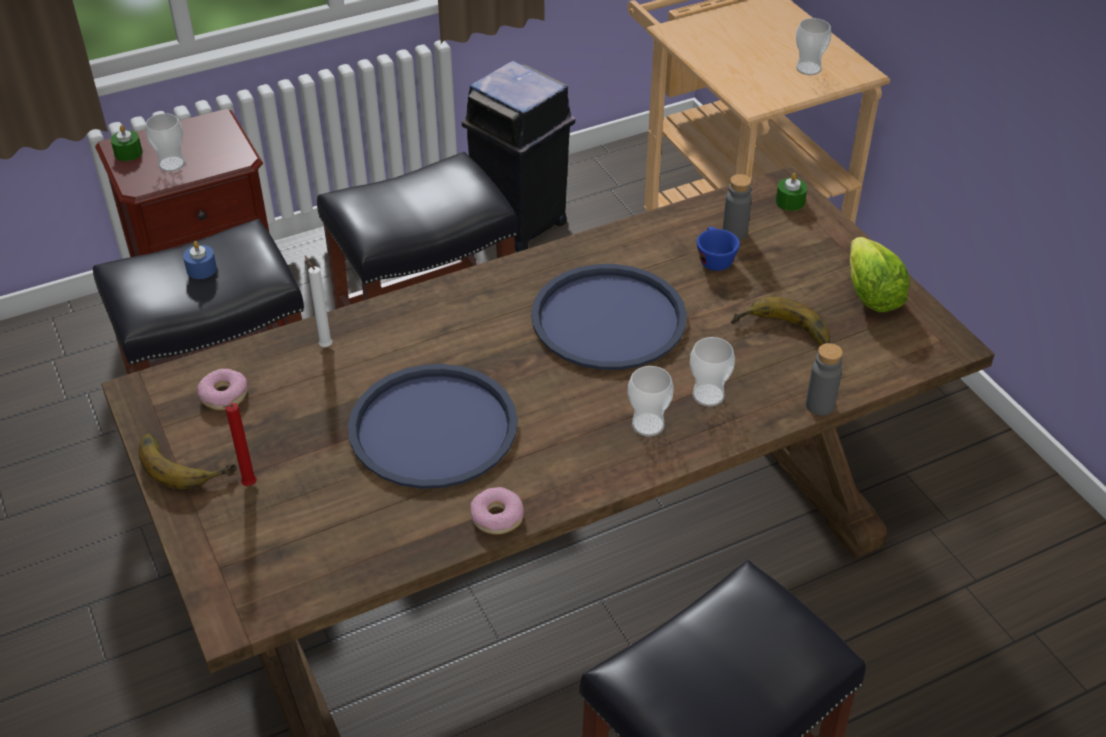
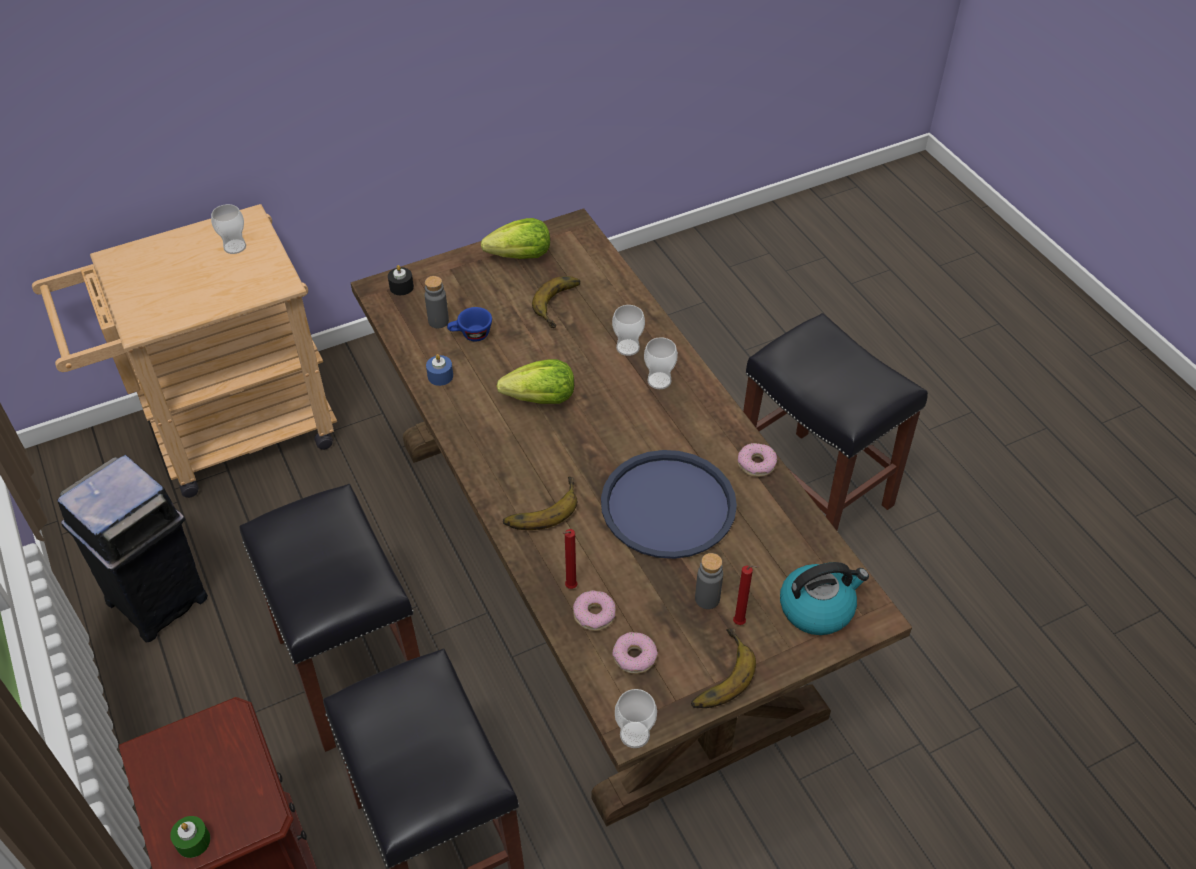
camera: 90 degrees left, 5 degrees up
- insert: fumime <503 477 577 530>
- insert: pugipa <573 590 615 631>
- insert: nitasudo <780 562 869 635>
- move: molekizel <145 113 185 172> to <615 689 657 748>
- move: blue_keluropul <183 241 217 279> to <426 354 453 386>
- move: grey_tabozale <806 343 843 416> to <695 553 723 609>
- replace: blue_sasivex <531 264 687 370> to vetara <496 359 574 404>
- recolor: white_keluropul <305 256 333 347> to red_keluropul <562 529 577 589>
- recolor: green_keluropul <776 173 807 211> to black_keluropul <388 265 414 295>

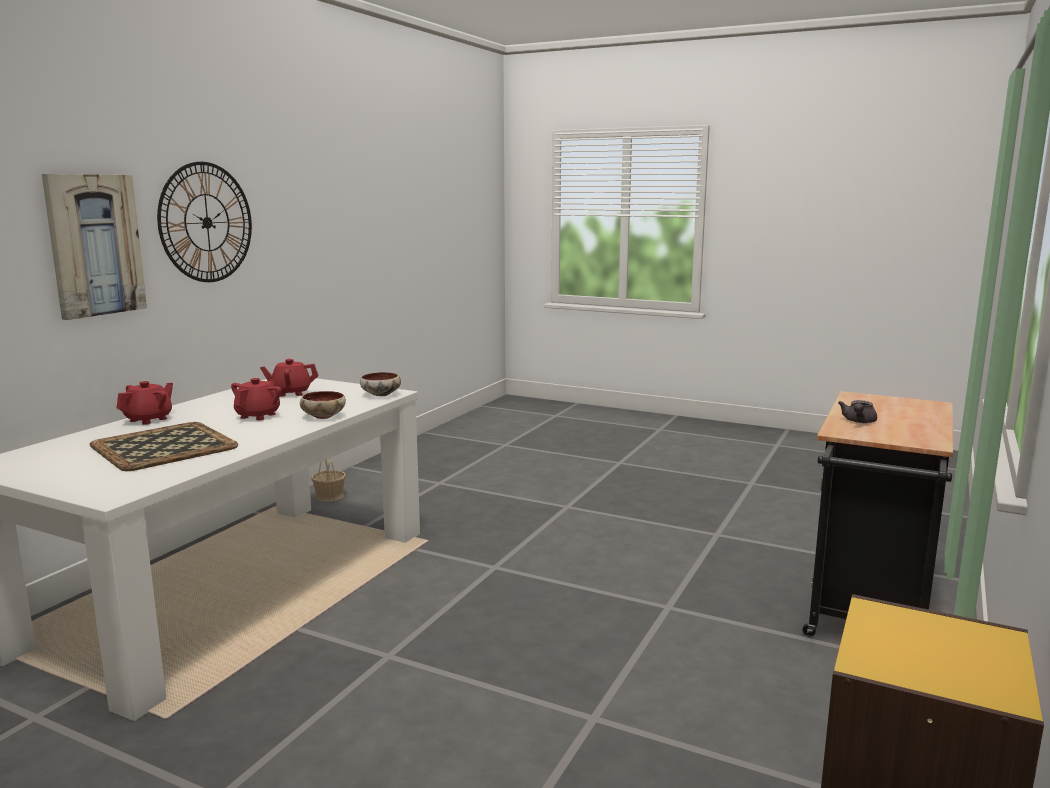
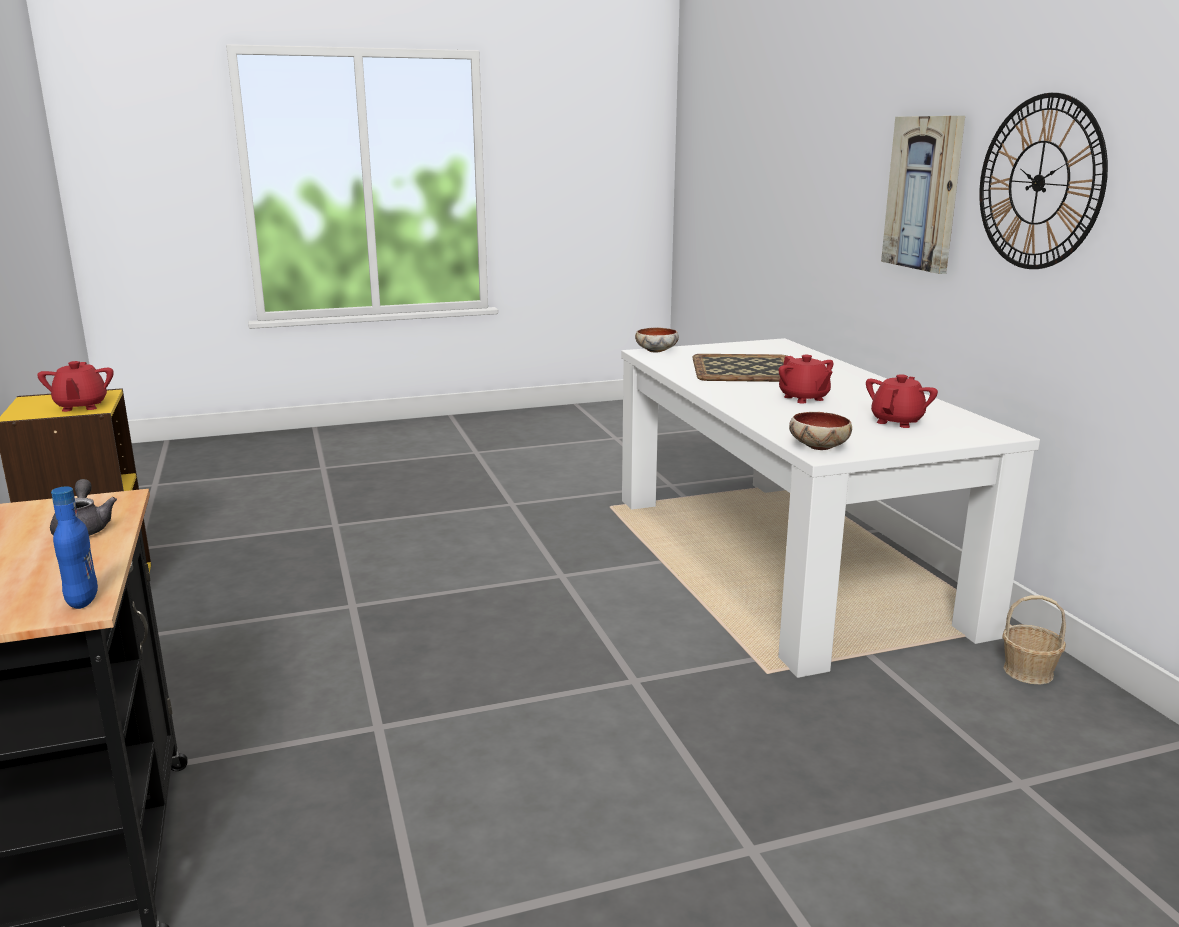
camera: 135 degrees right, 5 degrees up
- insert: blue_tabozale <51 486 98 609>
- move: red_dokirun <117 381 173 425> to <37 361 114 412>
- move: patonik <300 391 346 419> to <635 327 679 353>

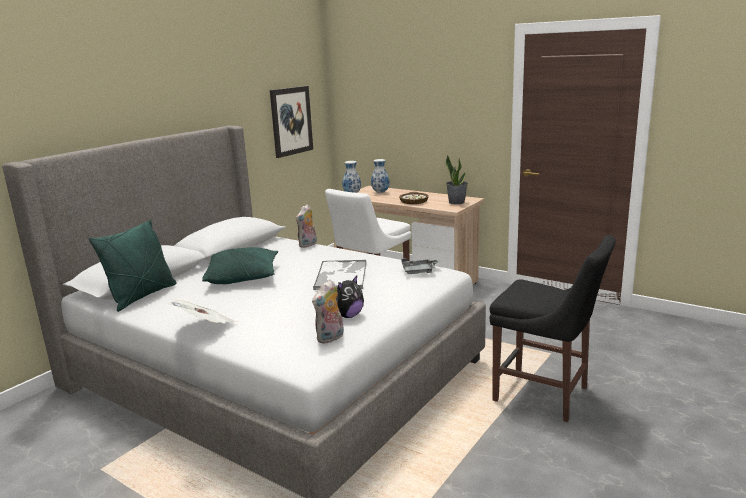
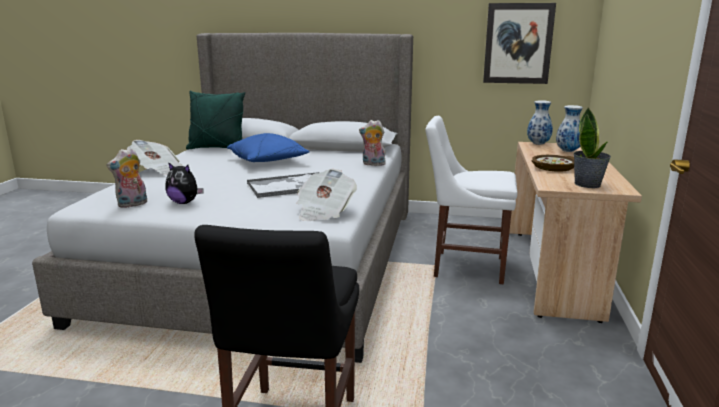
camera: 65 degrees right, 0 degrees up
- replace: grey_sasivex <401 258 440 274> to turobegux <297 169 357 221>
- recolor: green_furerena <202 247 278 284> to blue_furerena <227 133 310 162>
- rotate: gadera <312 280 344 344> = <107 148 147 208> 60 degrees counterclockwise

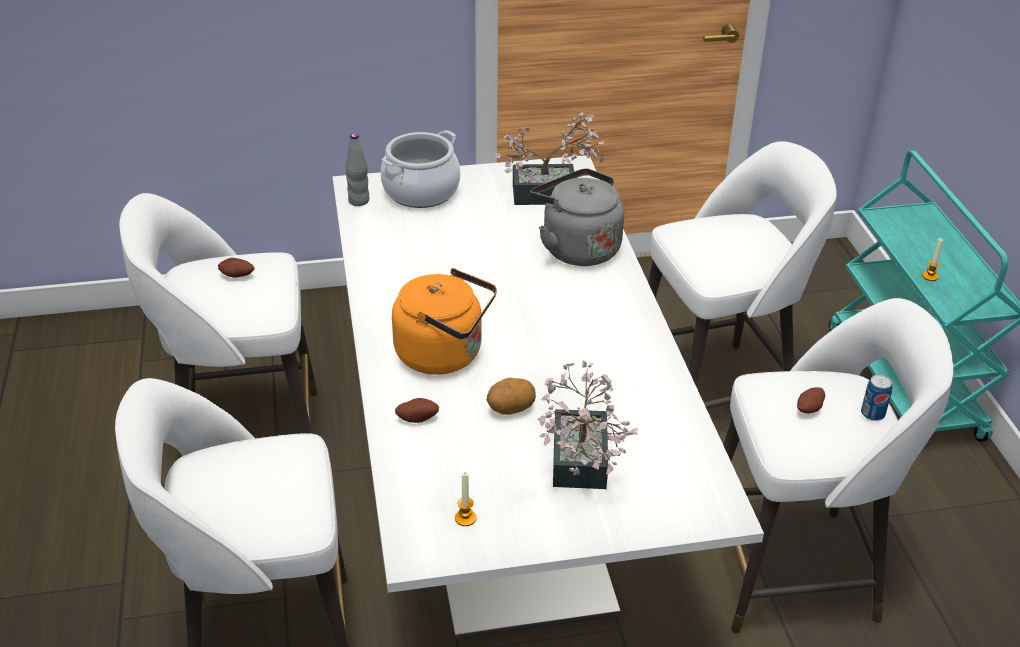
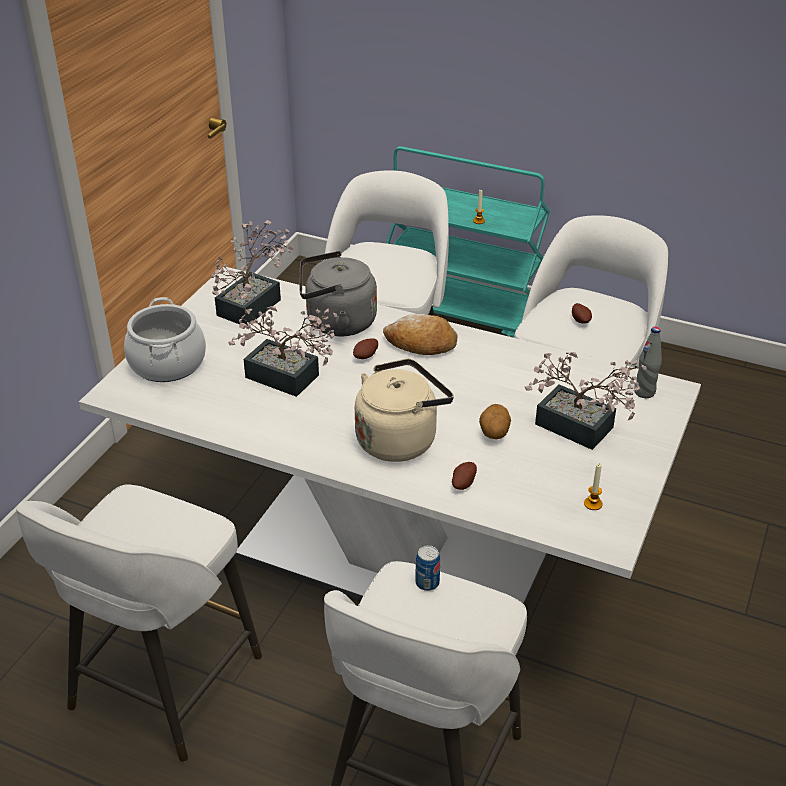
camera: 55 degrees left, 0 degrees up
- insert: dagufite <228 306 338 397>
- insert: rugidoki <383 314 458 355>
- move: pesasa <218 258 254 278> to <353 338 378 359>
- move: grey_tabozale <346 133 369 206> to <634 327 662 398>
- move: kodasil <861 375 893 421> to <415 545 440 591>
- recolor: orange_nitasudo <392 268 497 375> to beige_nitasudo <355 359 454 462>

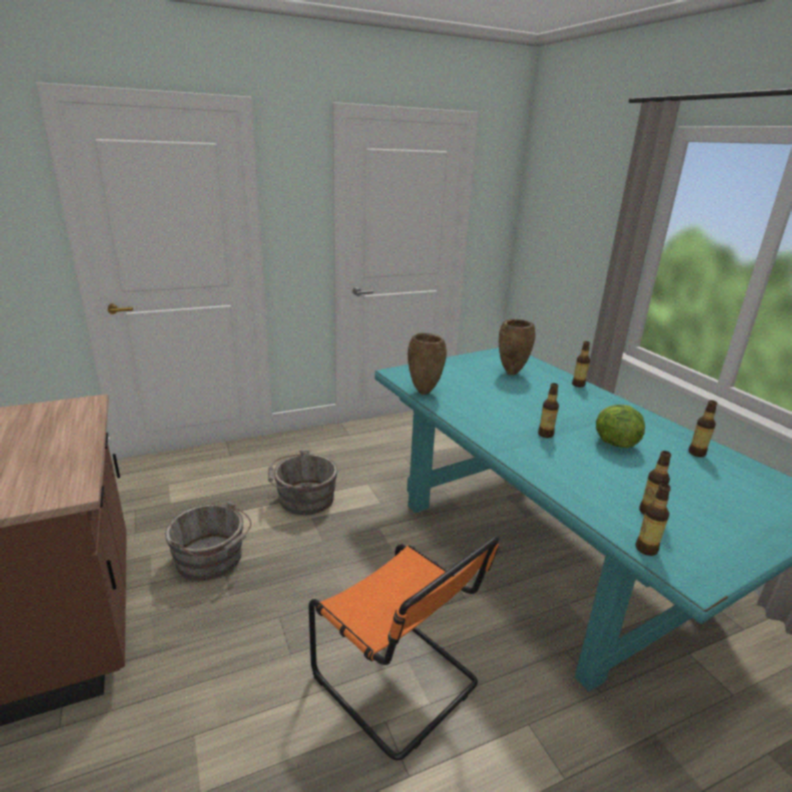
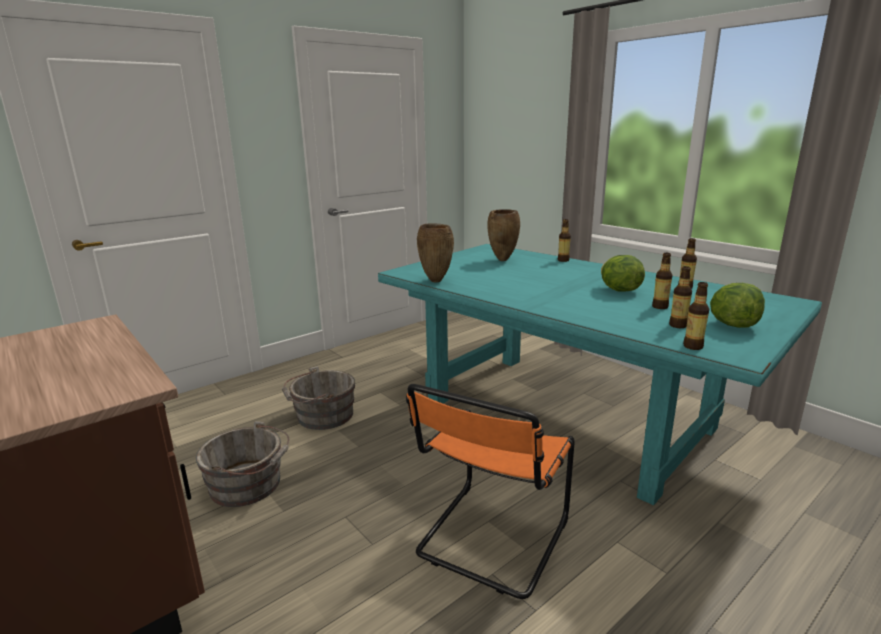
camera: 15 degrees left, 5 degrees down
- insert: vetara <710 283 765 328>
- move: tabozale <538 383 559 438> to <652 253 673 309>
- rotate: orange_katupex <309 535 499 760> = <406 384 574 599> 90 degrees clockwise

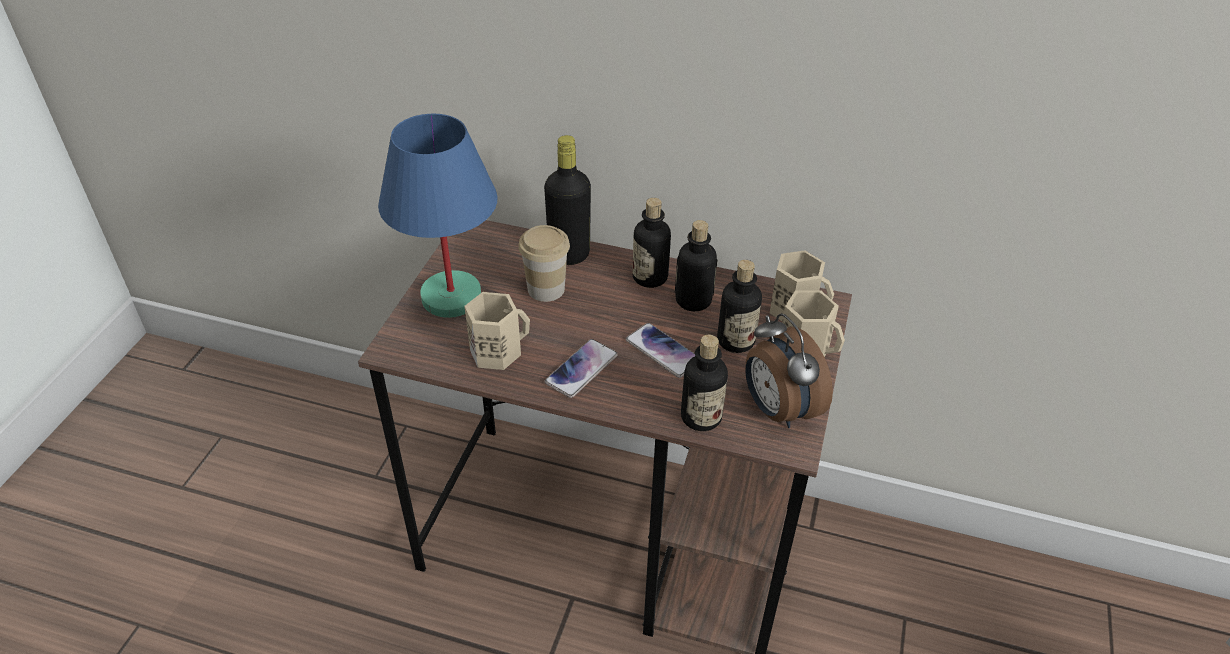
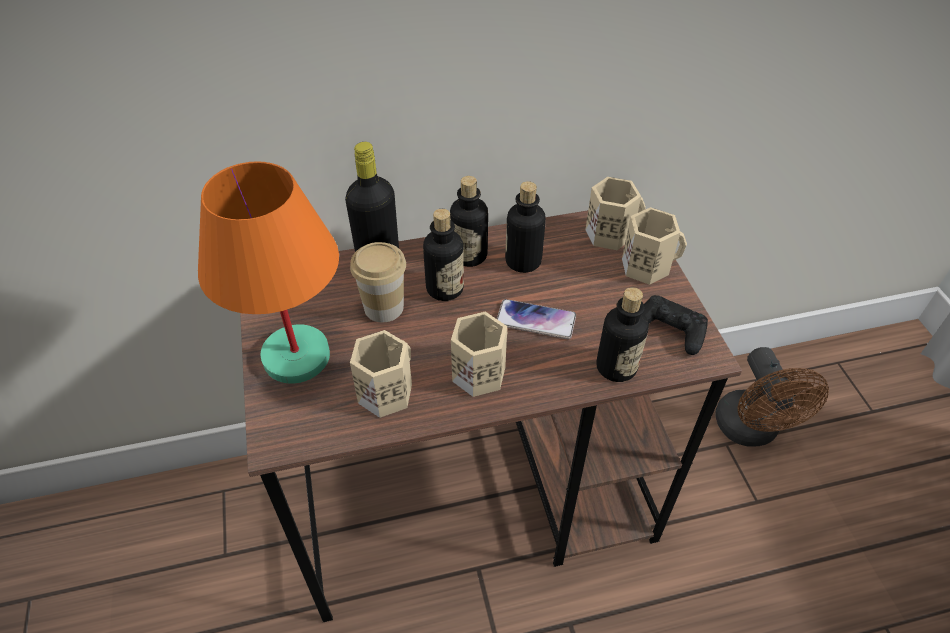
camera: 30 degrees left, 5 degrees up
- insert: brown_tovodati <715 347 829 447>
- move: tabozale <717 260 762 353> to <423 209 464 301>
- replace: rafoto <545 339 618 398> to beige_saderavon <451 312 508 397>
- replace: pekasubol <745 313 833 428> to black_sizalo <643 295 708 355>
- recolor: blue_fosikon <378 114 497 318> to orange_fosikon <198 161 339 384>

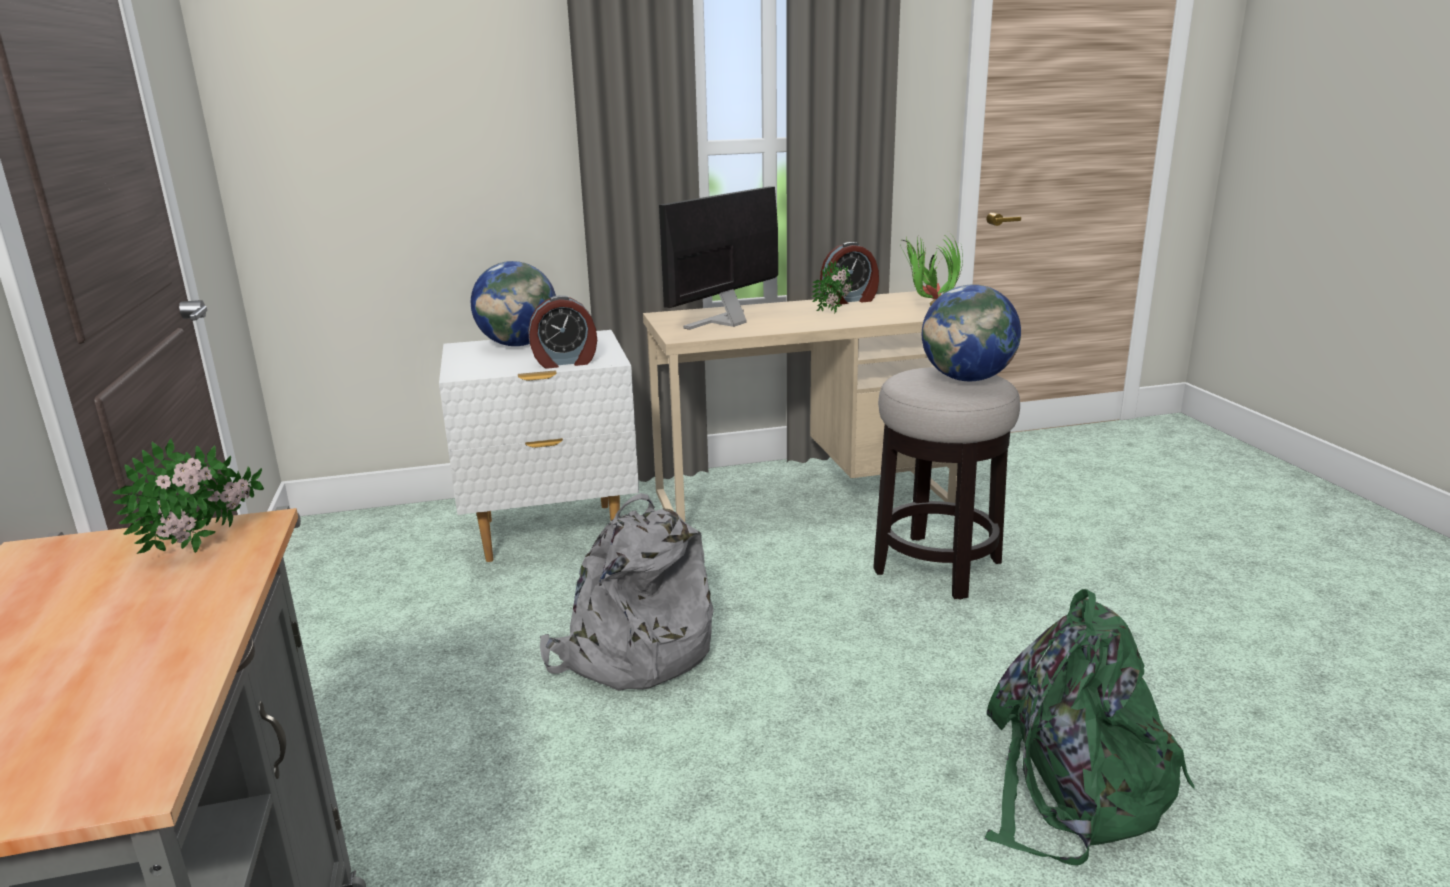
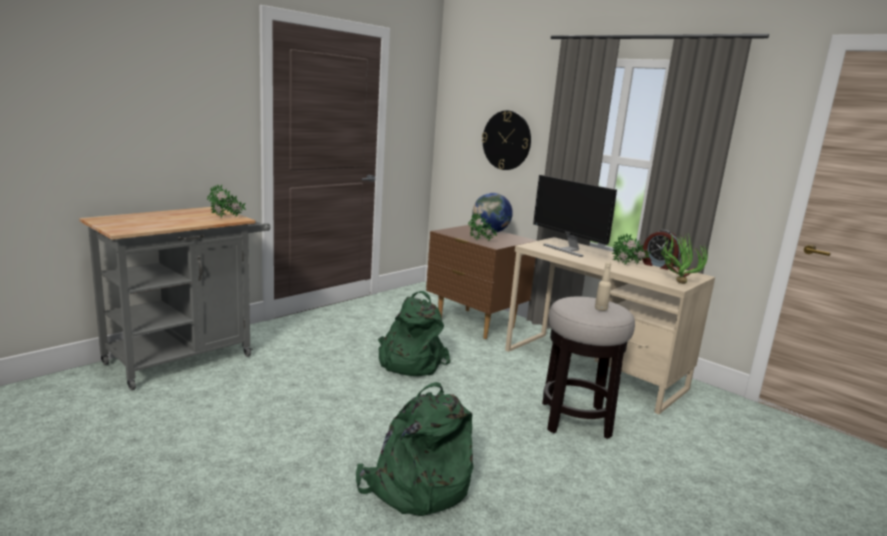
camera: 55 degrees right, 5 degrees down
- insert: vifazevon <482 110 531 170>
- replace: pekasubol <528 295 597 369> to dagufite <468 213 497 241>
- replace: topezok <922 285 1021 381> to beige_tabozale <595 262 611 311>
- recolor: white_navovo <439 330 639 562> to brown_navovo <426 225 537 339>
- recolor: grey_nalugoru <540 493 714 691> to green_nalugoru <378 291 451 376>
- rotate: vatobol <659 186 778 330> = <533 175 617 257> 135 degrees counterclockwise

